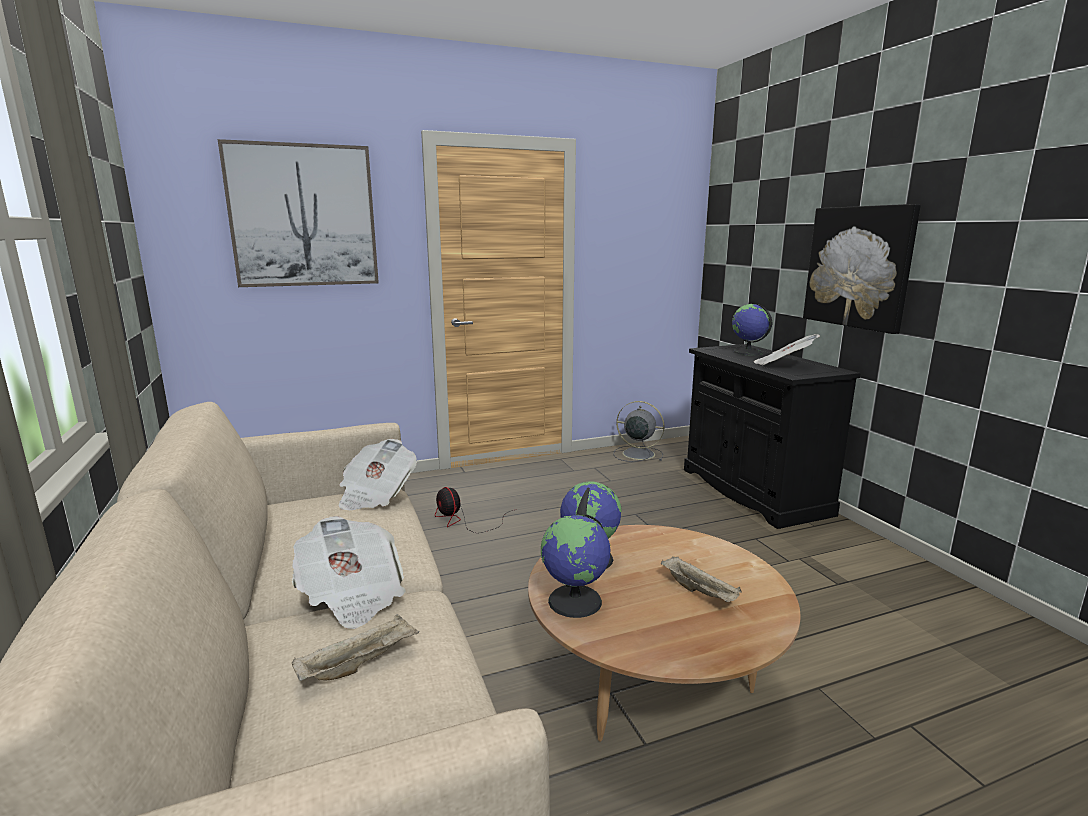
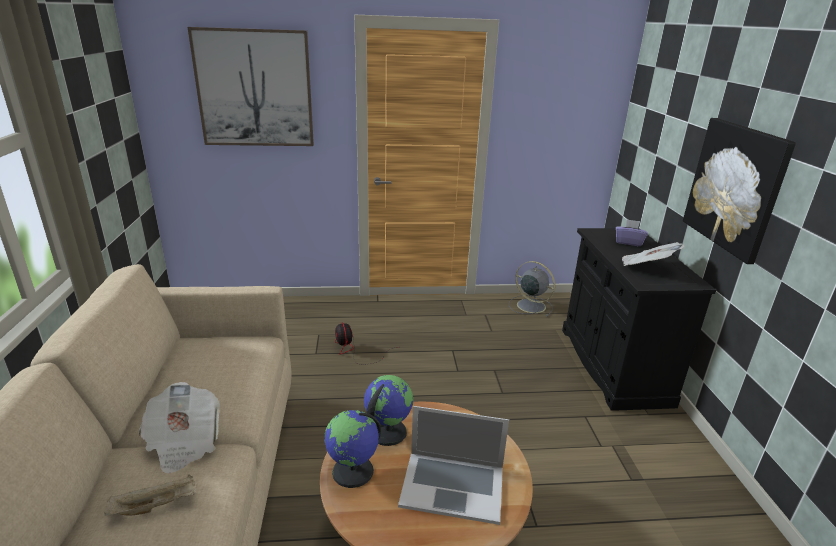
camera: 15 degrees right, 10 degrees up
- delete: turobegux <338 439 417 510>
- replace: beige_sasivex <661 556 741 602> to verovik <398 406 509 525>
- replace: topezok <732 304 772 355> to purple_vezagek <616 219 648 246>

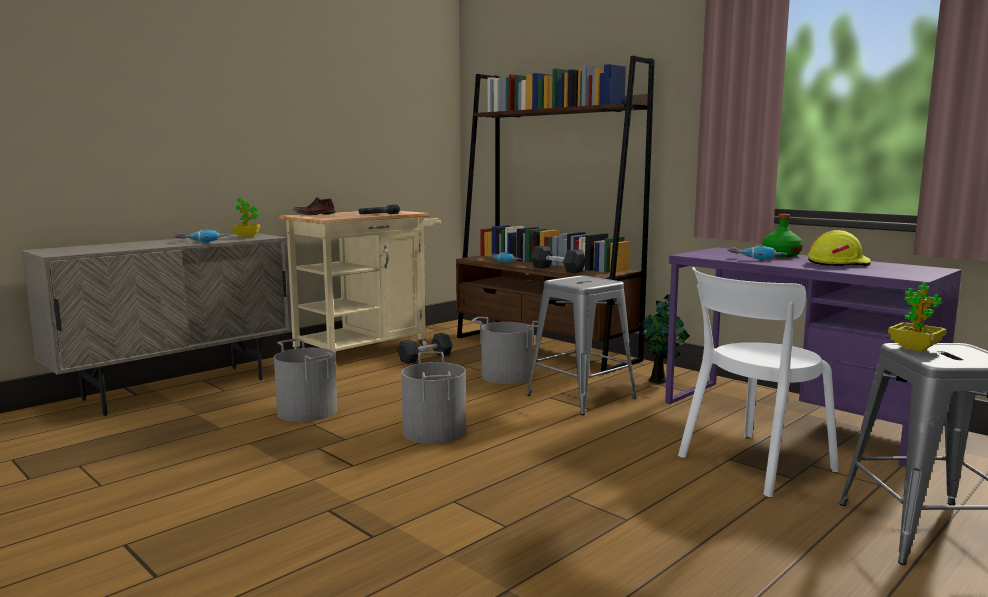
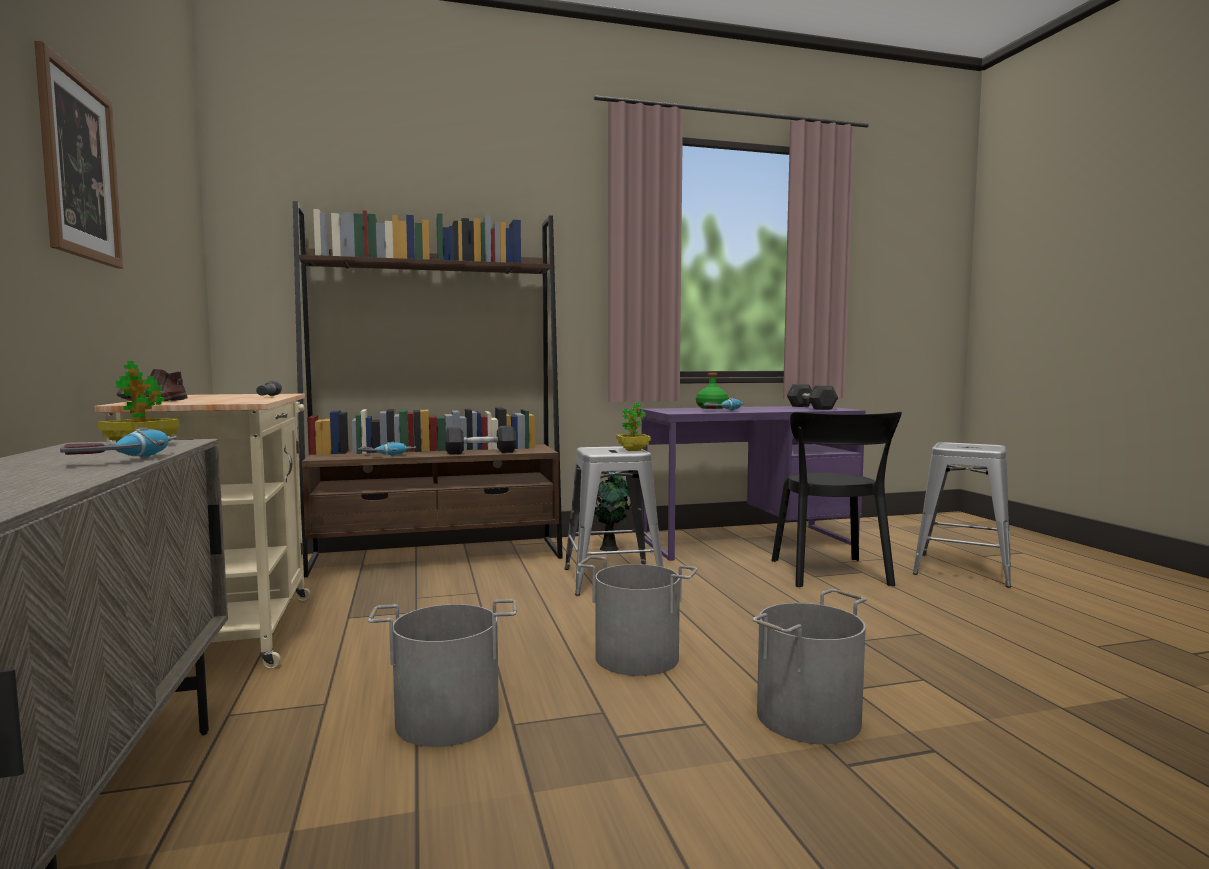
camera: 60 degrees left, 5 degrees down
- delete: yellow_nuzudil <808 230 871 266>
- insert: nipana <34 40 123 269>
- move: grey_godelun <398 333 453 364> to <787 384 838 410>
- move: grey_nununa <471 317 538 384> to <752 589 867 744>
- move: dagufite <888 282 947 352> to <616 402 651 451>
- recolor: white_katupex <678 267 839 497> to black_katupex <771 412 902 587>

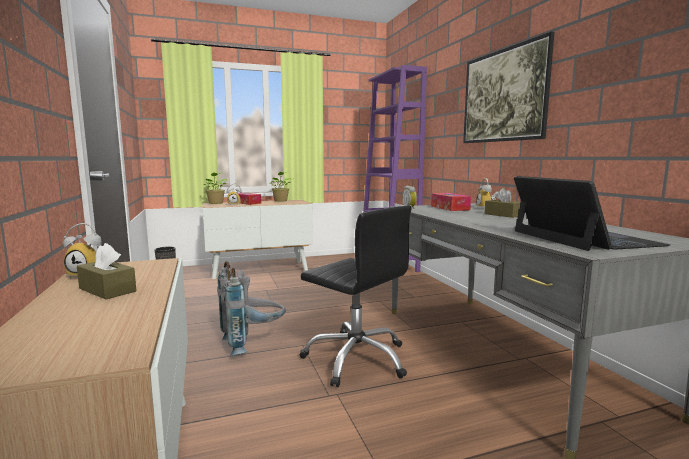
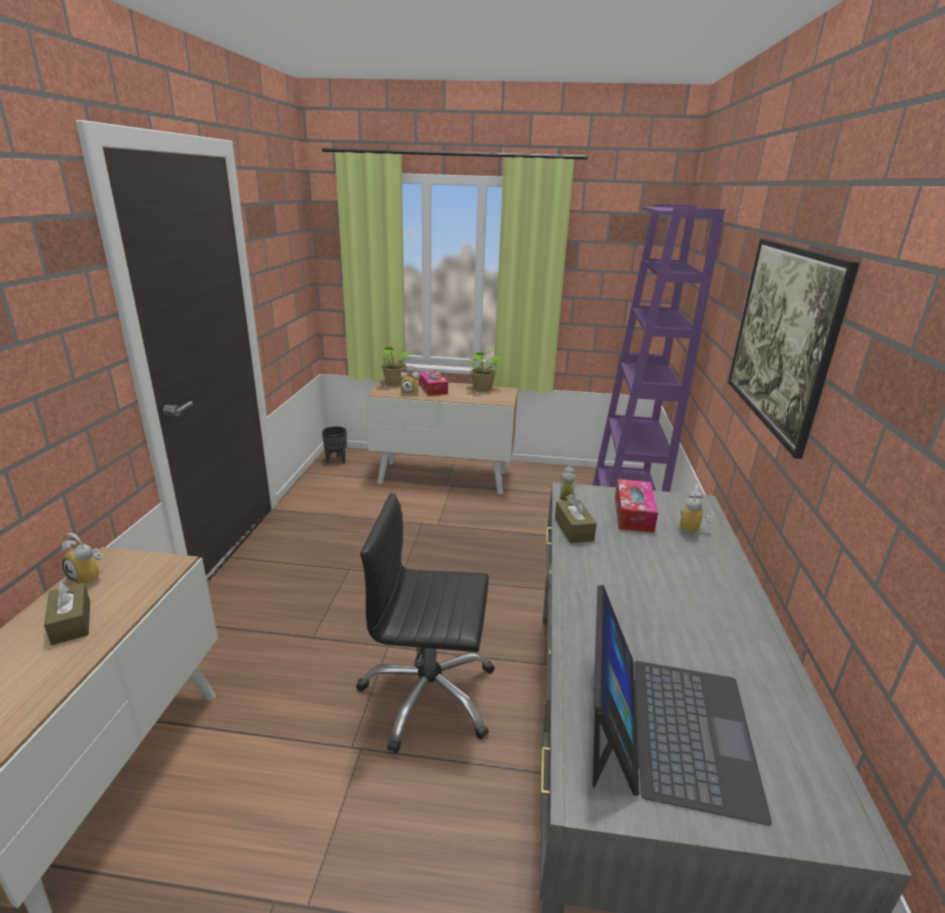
camera: 25 degrees right, 15 degrees up
- delete: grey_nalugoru <217 261 286 356>
- move: brown_vezagek <485 188 521 218> to <555 494 597 543>
- rotate: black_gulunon <300 206 411 387> = <356 493 495 753> 120 degrees clockwise

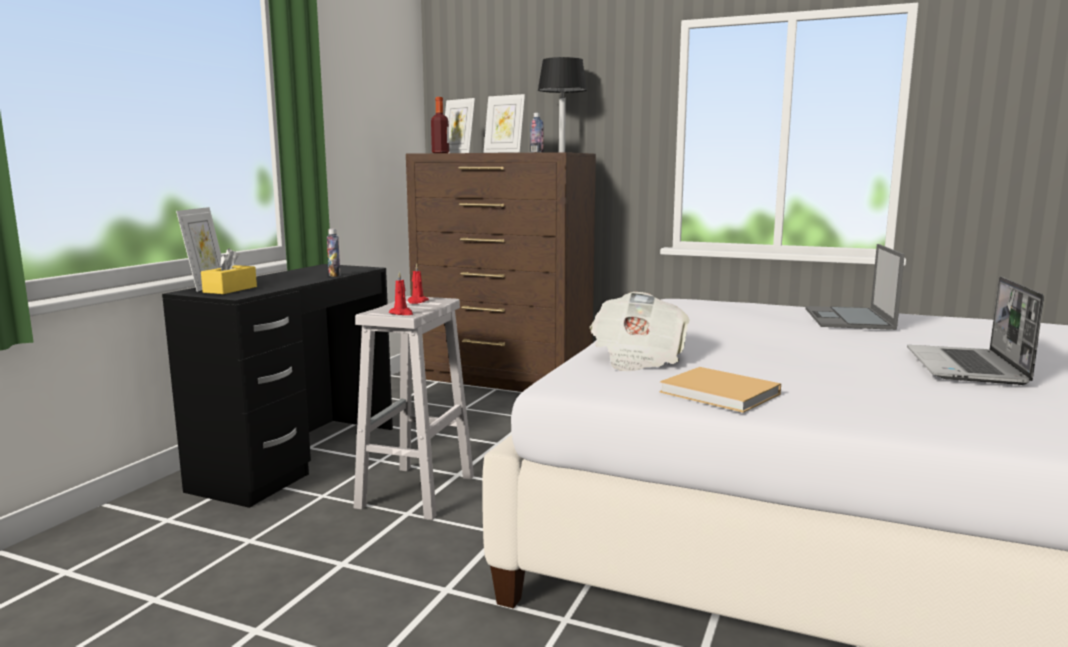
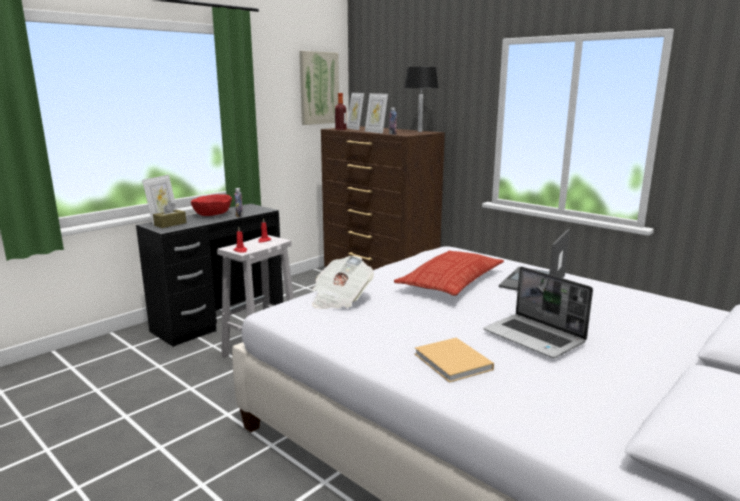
camera: 20 degrees right, 5 degrees up
- insert: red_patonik <191 194 232 216>
- insert: nipana <299 51 339 125>
- insert: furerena <394 251 504 296>
- move: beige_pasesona <659 367 781 413> to <415 338 494 383>
- recolor: yellow_vezagek <201 248 257 294> to brown_vezagek <153 202 186 228>
- rotate: verovik <907 277 1044 385> = <483 267 593 358> 75 degrees counterclockwise

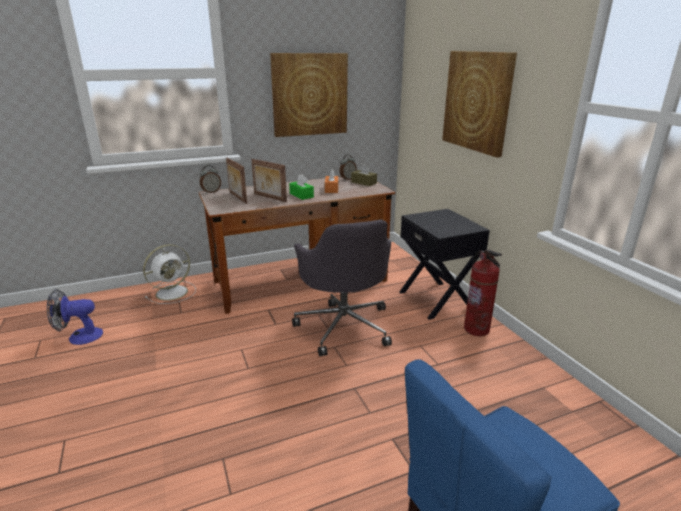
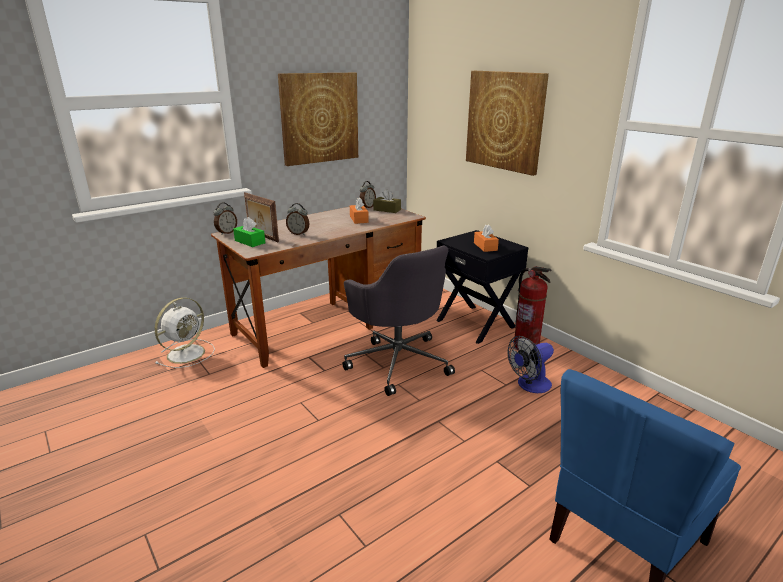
camera: 15 degrees left, 0 degrees up
- insert: orange_vezagek <474 224 499 252>
- move: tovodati <47 289 103 345> to <507 336 554 393>
- move: green_vezagek <289 174 314 200> to <233 217 265 247>
- replace: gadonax <252 159 287 202> to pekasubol <286 203 310 235>

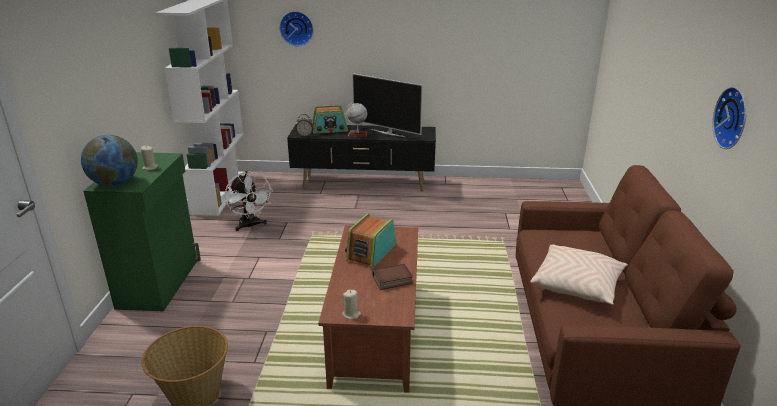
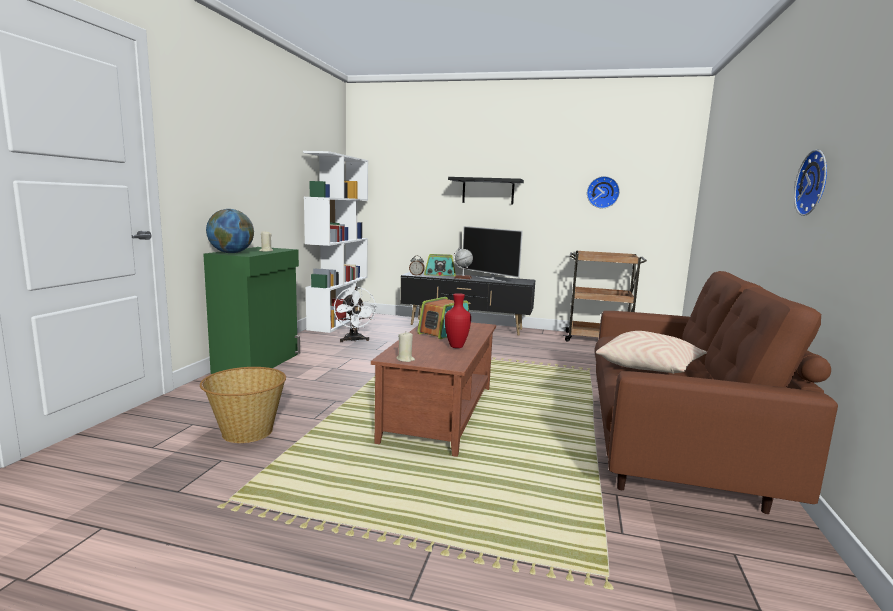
camera: 10 degrees right, 15 degrees down
- insert: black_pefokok <448 177 524 205>
- insert: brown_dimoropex <563 250 647 341>
- move: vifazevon <280 11 313 46> to <587 176 620 208>
- replace: pasesona <373 264 413 290> to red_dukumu <445 293 471 348>

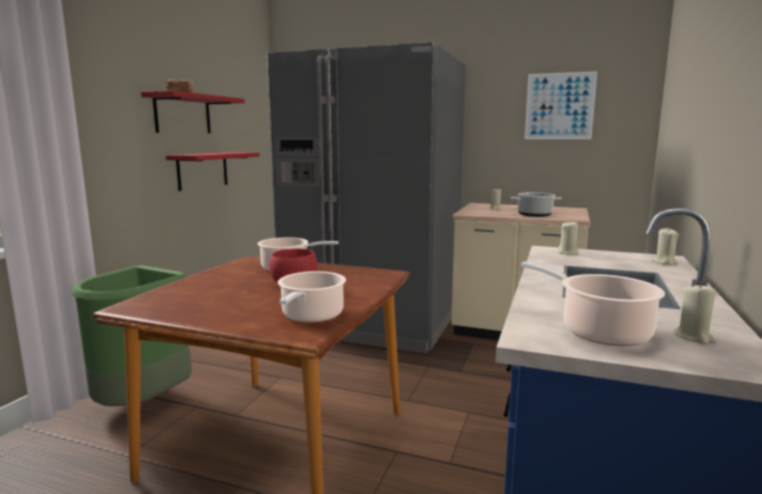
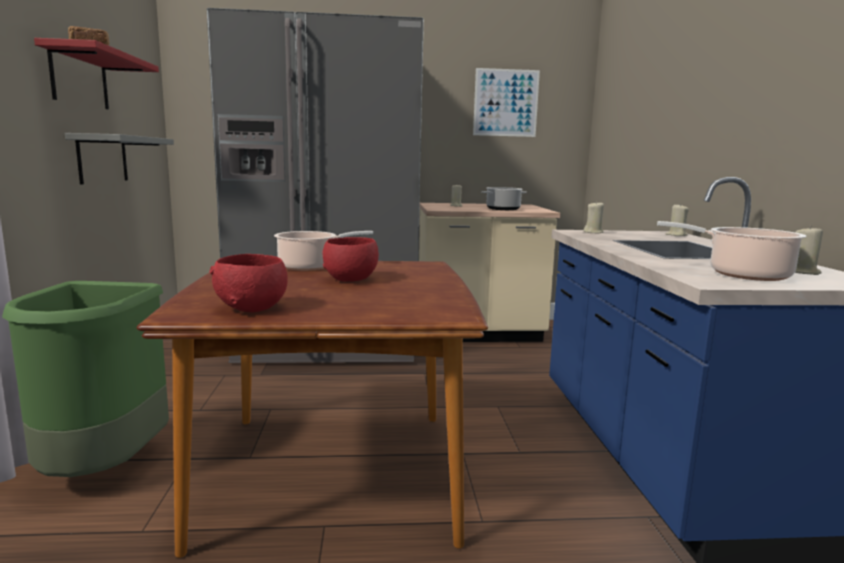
camera: 25 degrees left, 0 degrees up
- delete: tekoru <278 271 346 323>
- insert: red_patonik <209 254 288 312>
- recolor: red_pefokok <166 152 260 191> to grey_pefokok <65 133 174 184>

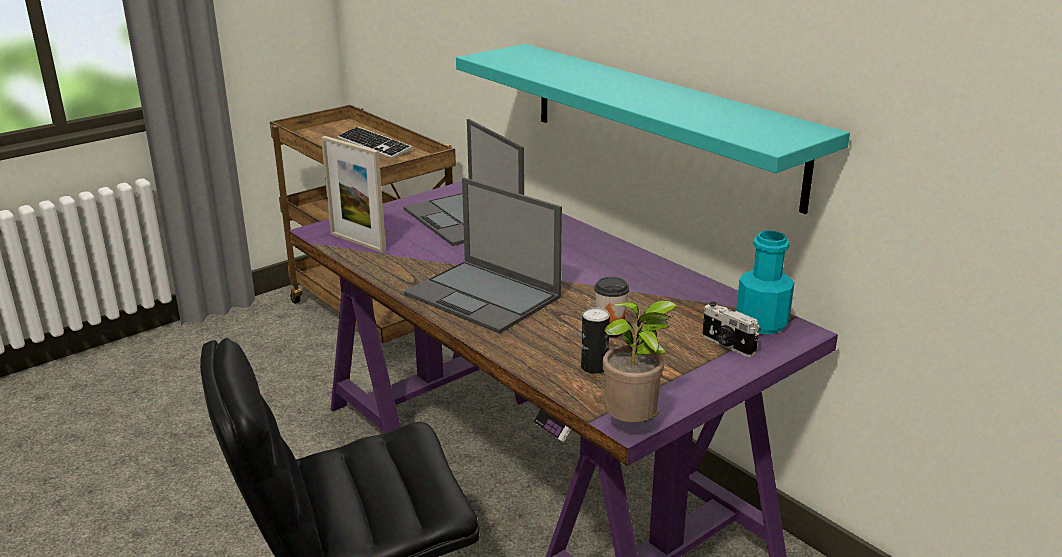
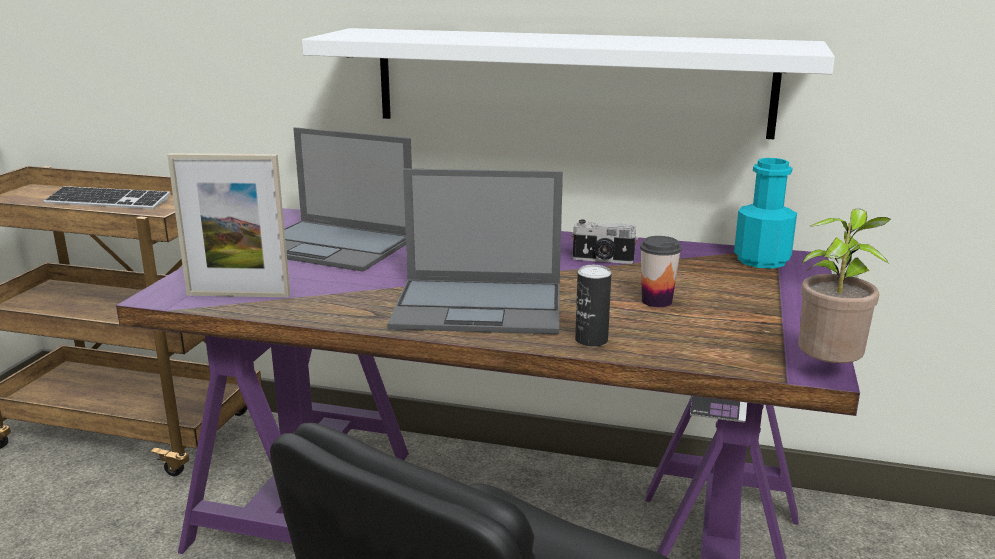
camera: 35 degrees left, 5 degrees down
- move: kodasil <581 307 610 374> to <575 265 611 347>
- move: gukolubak <702 301 759 357> to <571 219 638 264>
- recolor: turquoise_pefokok <456 44 850 214> to white_pefokok <302 28 835 139>

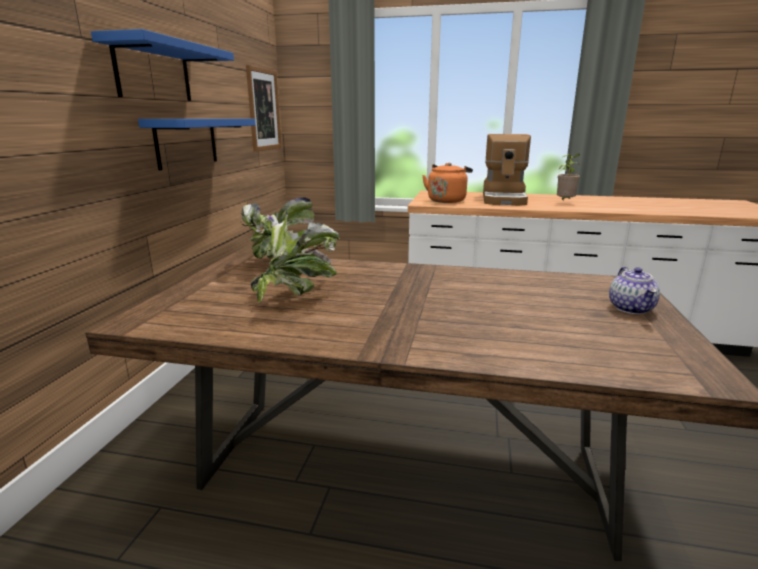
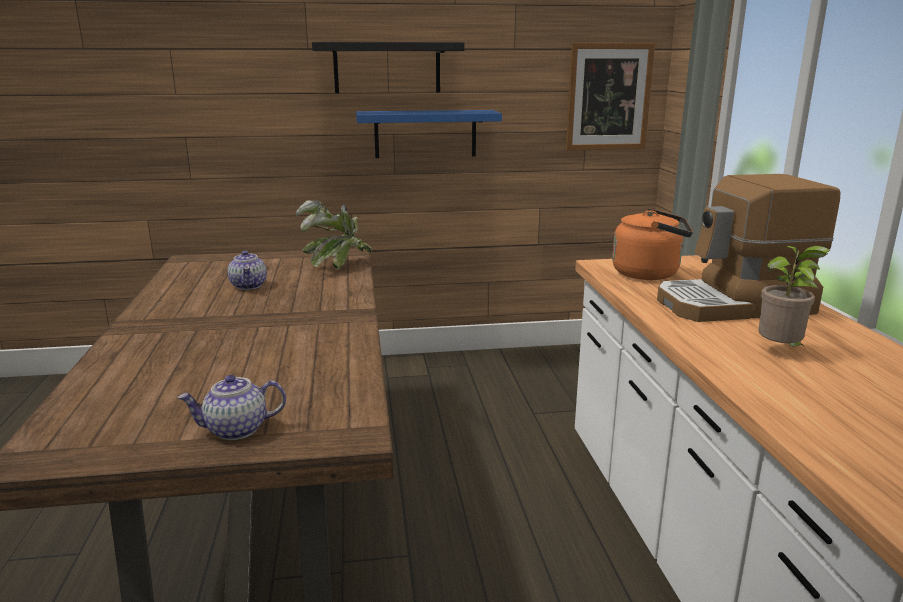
camera: 70 degrees right, 0 degrees up
- replace: dagufite <251 210 340 303> to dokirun <228 251 267 290>
- recolor: blue_pefokok <91 29 234 101> to black_pefokok <312 42 465 93>

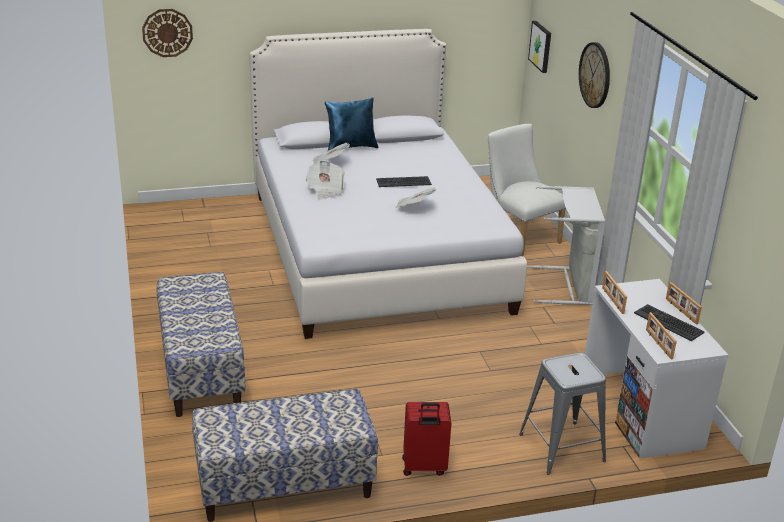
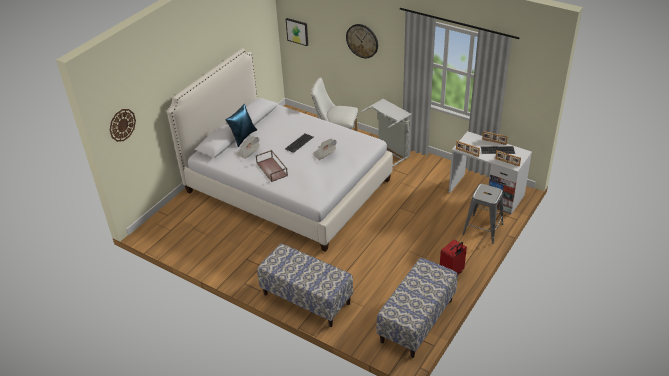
camera: 40 degrees left, 10 degrees up
- replace: turobegux <306 160 345 199> to brown_sasivex <256 150 288 182>

